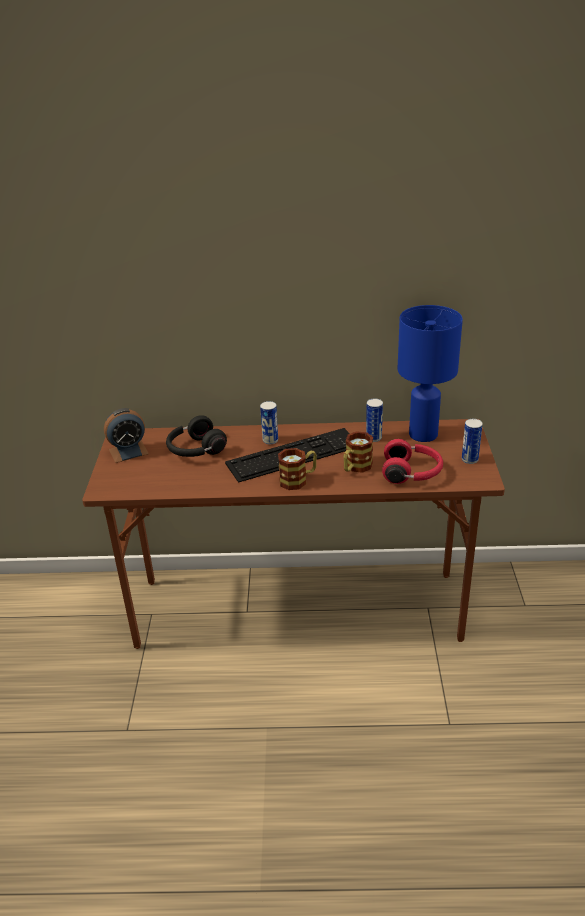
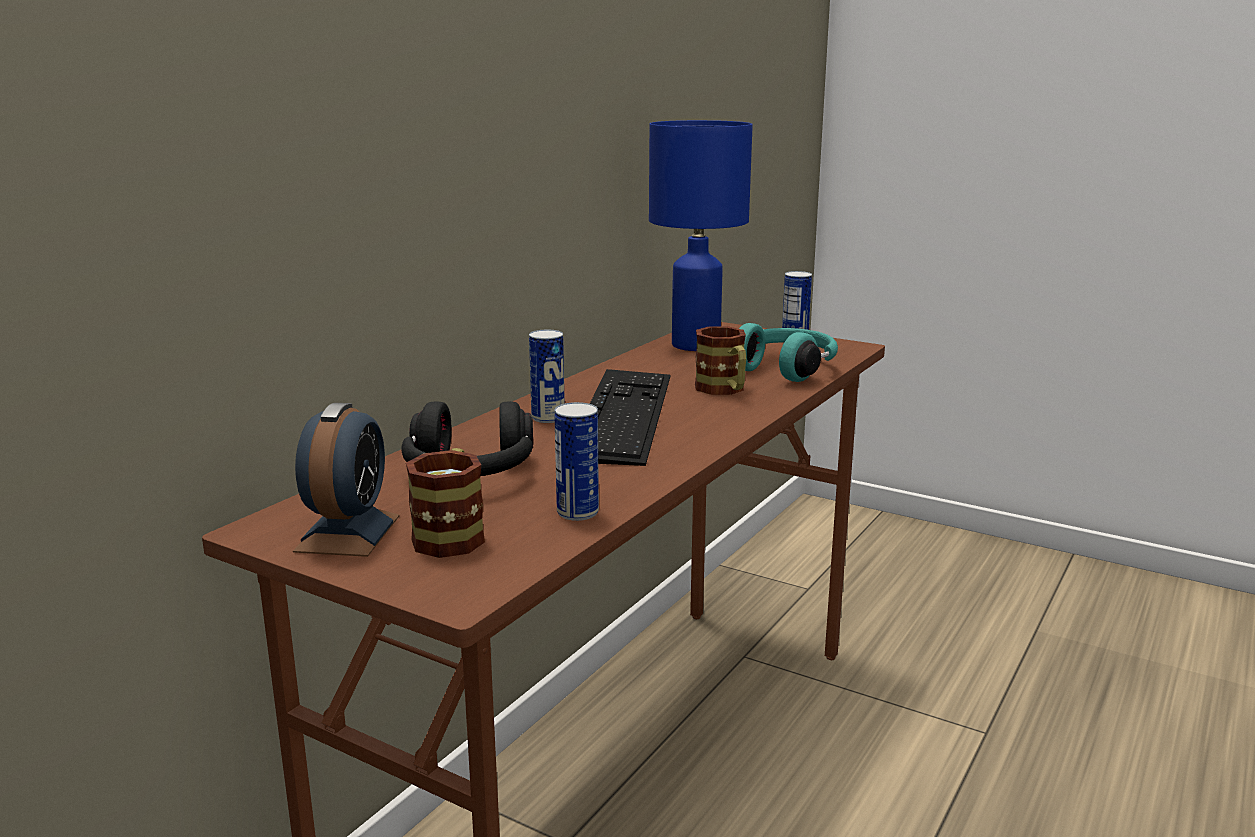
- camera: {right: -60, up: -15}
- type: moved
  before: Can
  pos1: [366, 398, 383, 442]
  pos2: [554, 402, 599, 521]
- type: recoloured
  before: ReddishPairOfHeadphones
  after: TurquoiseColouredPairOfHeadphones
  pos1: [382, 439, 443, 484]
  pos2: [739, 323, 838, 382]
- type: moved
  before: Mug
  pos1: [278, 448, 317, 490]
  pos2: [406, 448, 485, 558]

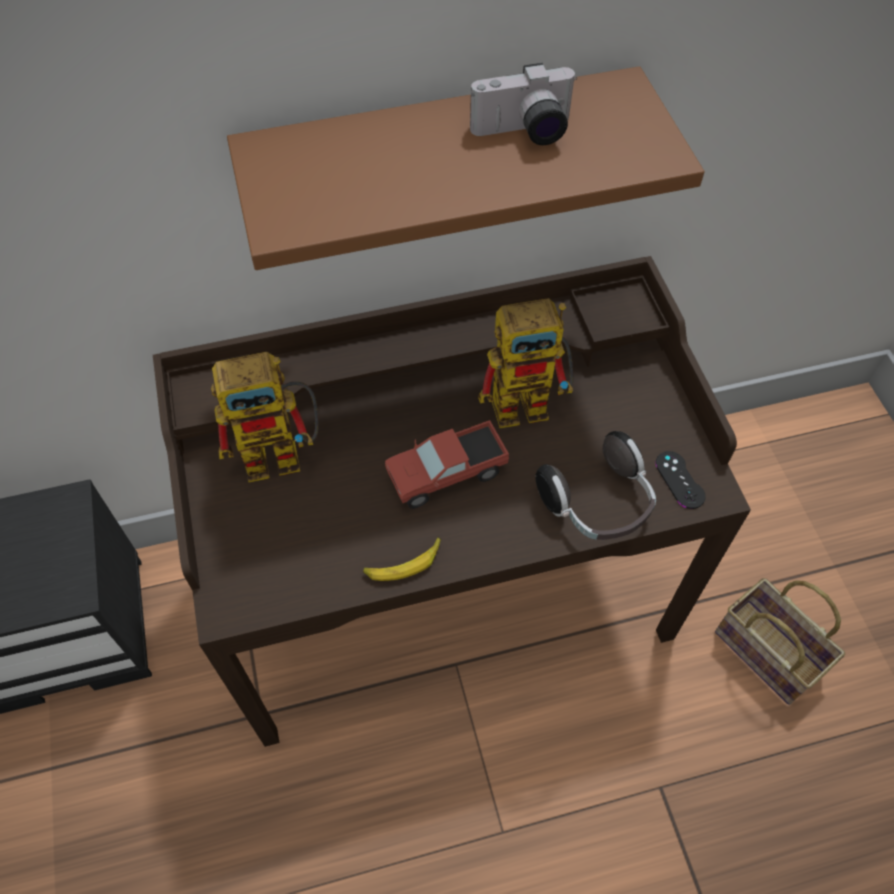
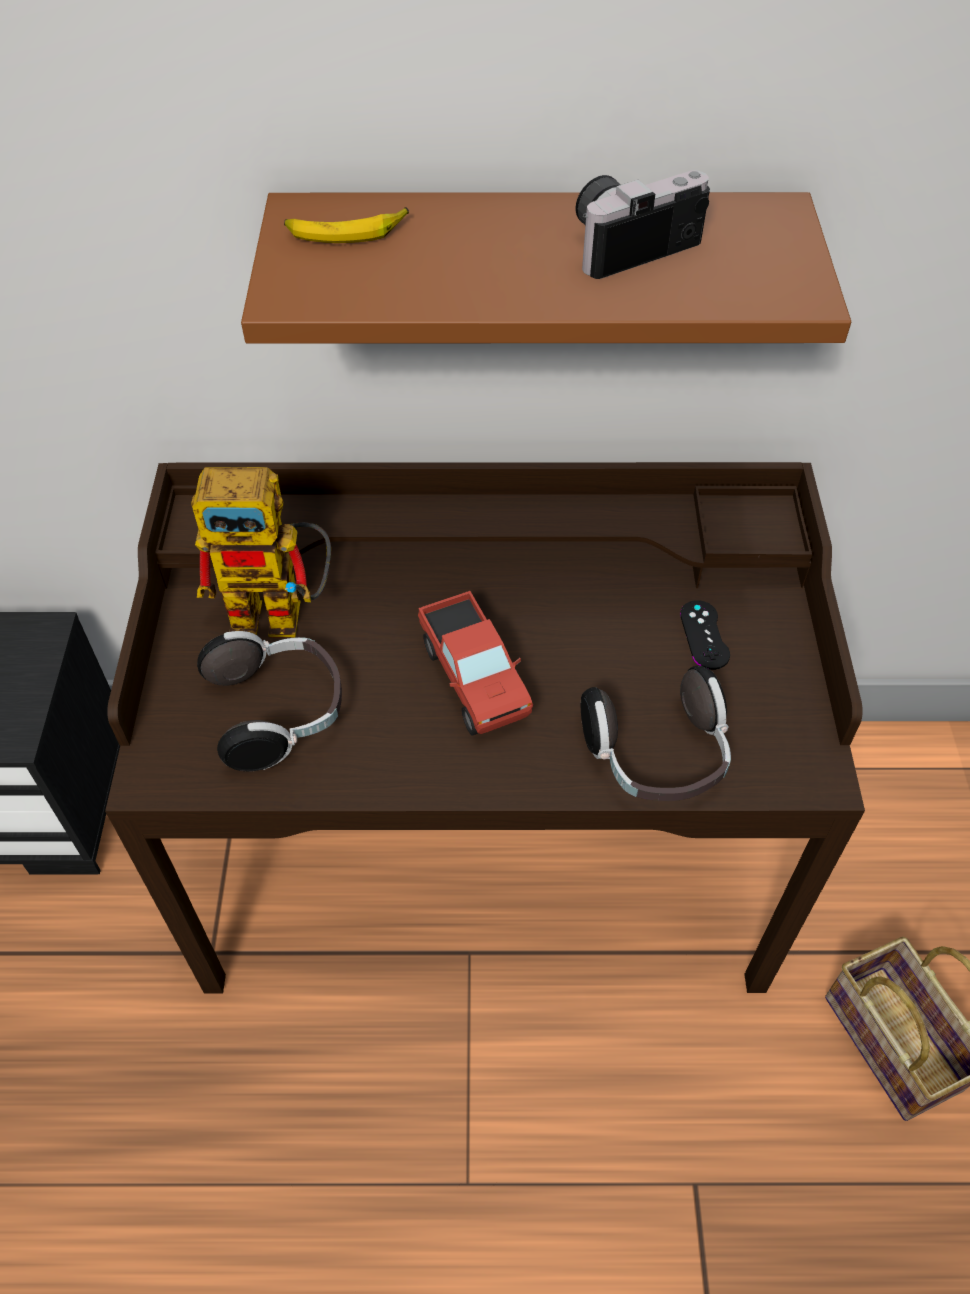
- camera: {right: 15, up: -5}
- type: turned
  before: StillCamera
  pos1: [470, 63, 577, 145]
  pos2: [576, 171, 710, 279]
  turn: 150
- type: removed
  before: ModelRobot
  pos1: [478, 298, 574, 428]
- type: turned
  before: ToyLorry
  pos1: [385, 420, 509, 509]
  pos2: [418, 591, 533, 736]
  turn: -105
- type: moved
  before: BlackishJoypad
  pos1: [656, 451, 706, 509]
  pos2: [680, 600, 730, 670]
- type: moved
  before: Banana
  pos1: [363, 537, 441, 581]
  pos2: [284, 207, 409, 243]
- type: added
  after: PairOfHeadphones
  pos2: [197, 631, 342, 772]

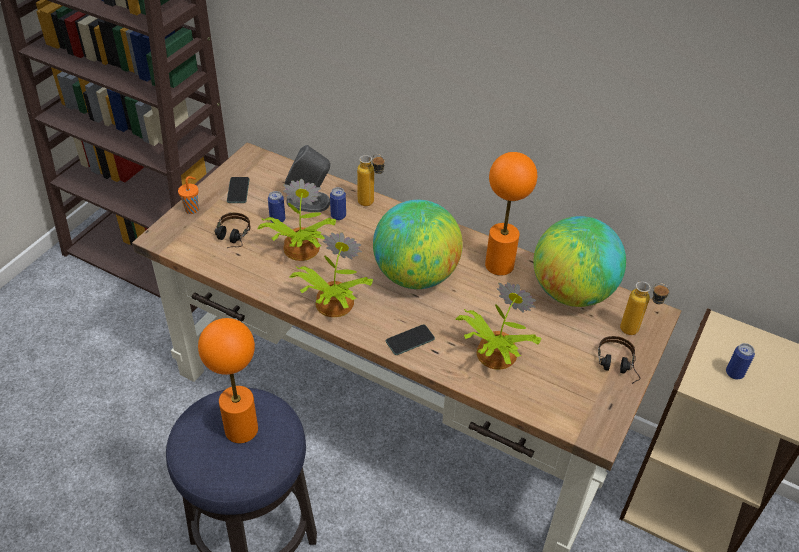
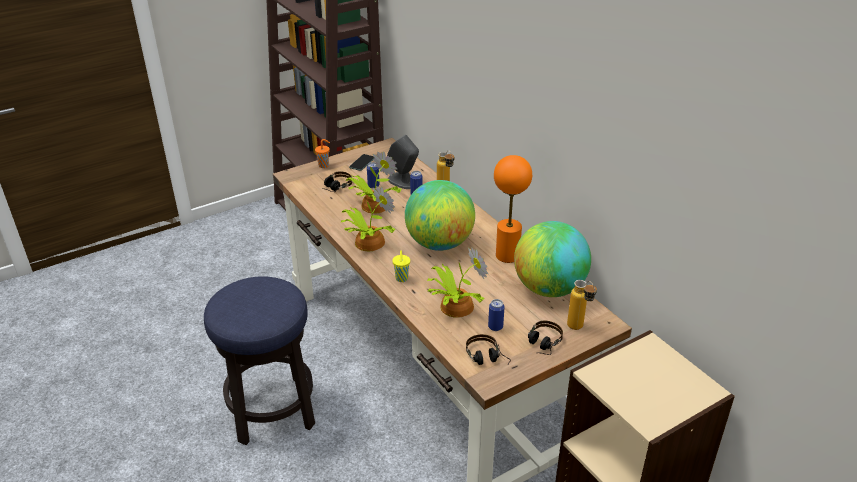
- camera: {right: 30, up: -10}
- type: removed
  before: OrangeyTableLamp
  pos1: [198, 318, 258, 443]
- type: replaced
  before: Handset
  after: YellowishDrinkingCup
  pos1: [386, 324, 435, 355]
  pos2: [392, 250, 410, 282]
- type: moved
  before: Can
  pos1: [726, 343, 755, 380]
  pos2: [488, 299, 505, 331]
- type: added
  after: PairOfHeadphones
  pos2: [466, 334, 511, 365]

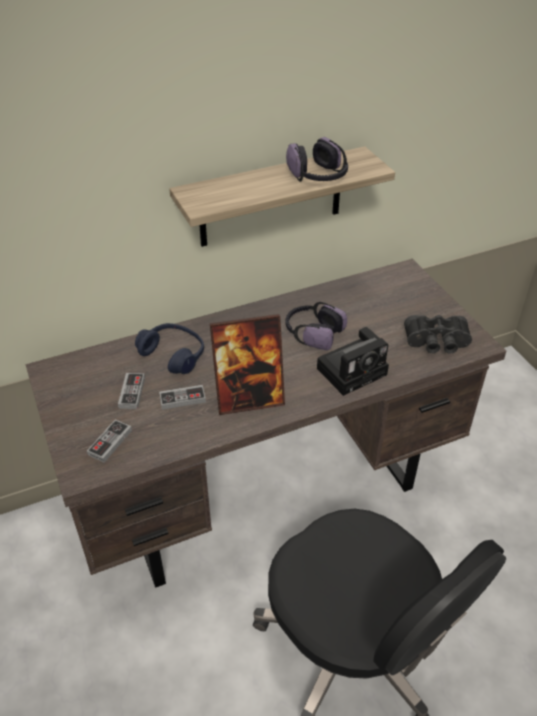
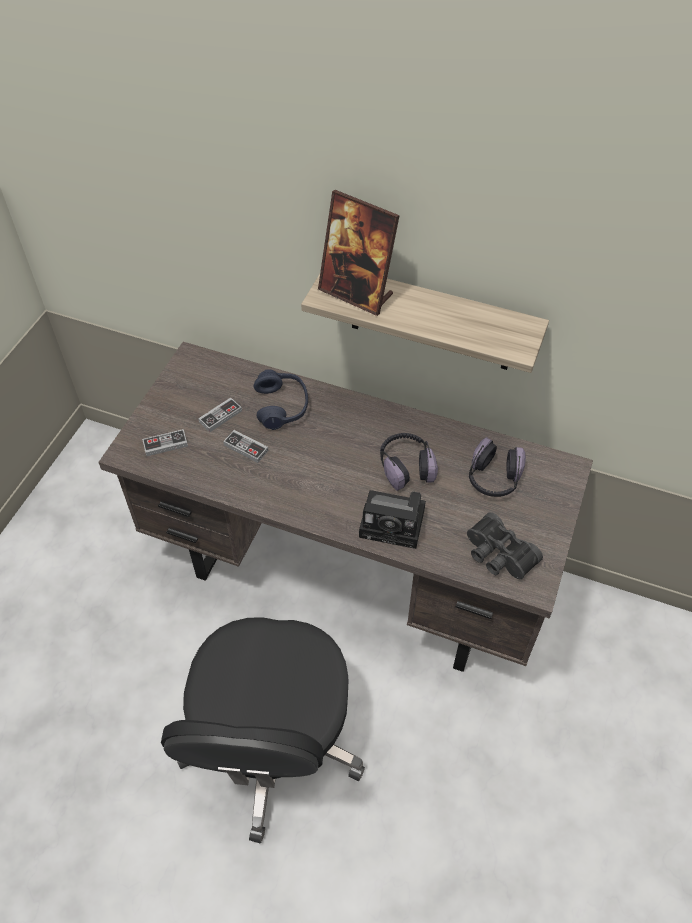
- camera: {right: 45, up: 10}
- type: moved
  before: PairOfHeadphones
  pos1: [286, 137, 348, 182]
  pos2: [469, 437, 526, 497]
- type: moved
  before: PhotoFrame
  pos1: [210, 314, 285, 415]
  pos2: [318, 190, 400, 316]

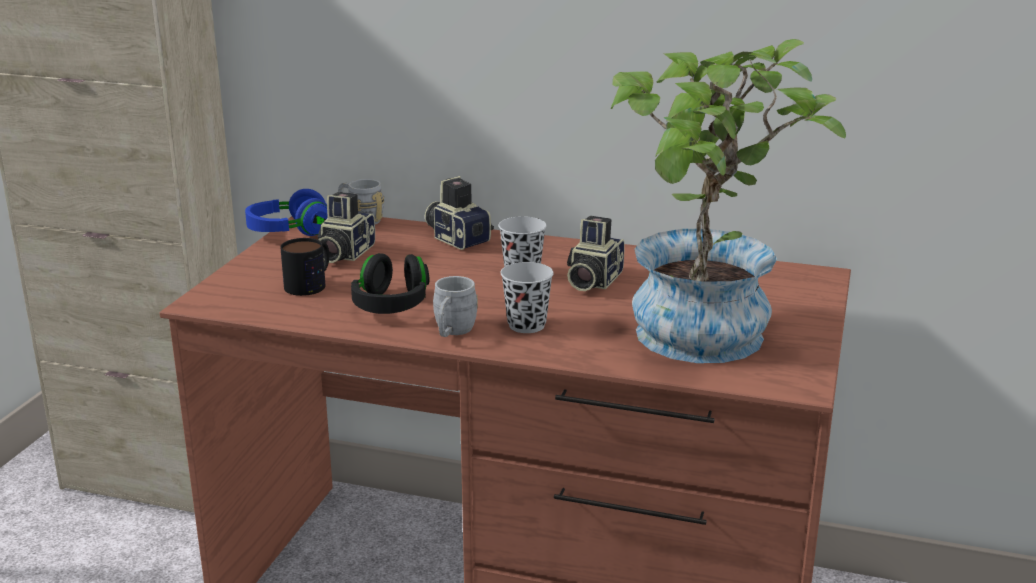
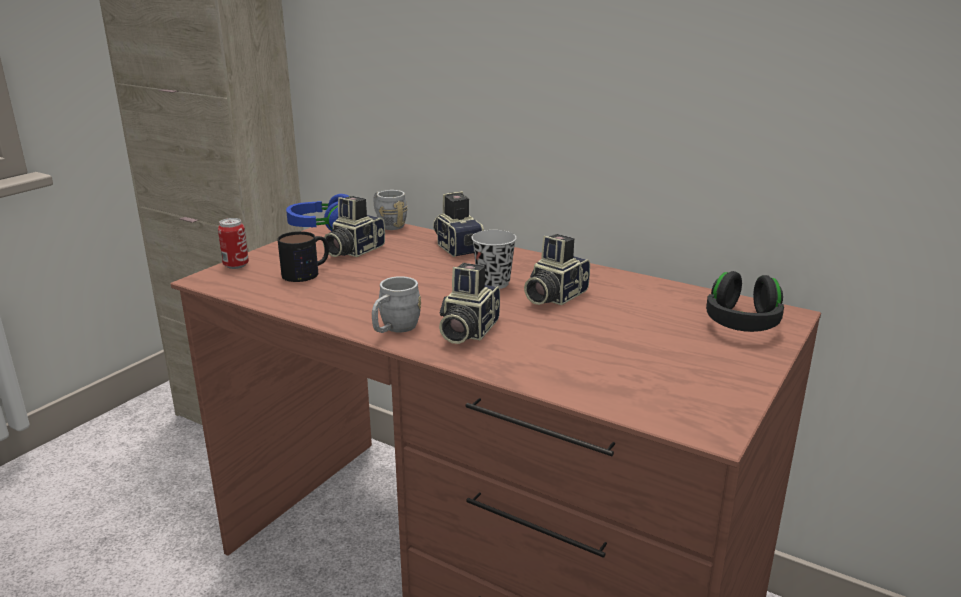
- camera: {right: 15, up: 0}
- type: removed
  before: PottedPlant
  pos1: [611, 39, 846, 363]
- type: moved
  before: BlackishPairOfHeadphones
  pos1: [351, 253, 429, 314]
  pos2: [706, 271, 784, 332]
- type: replaced
  before: BlackishDrinkingCup
  after: StillCamera
  pos1: [501, 262, 554, 333]
  pos2: [439, 263, 500, 344]
- type: added
  after: Can
  pos2: [218, 218, 249, 269]

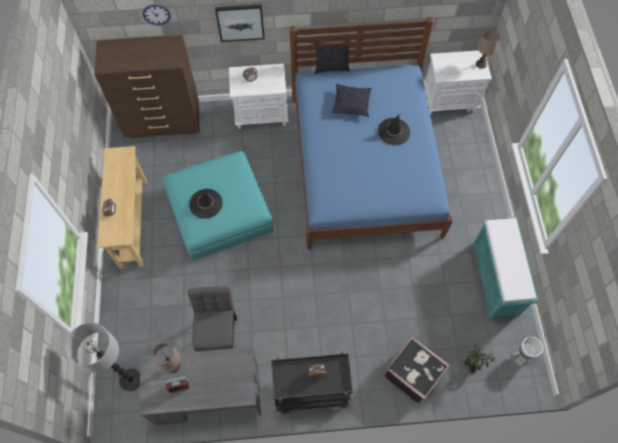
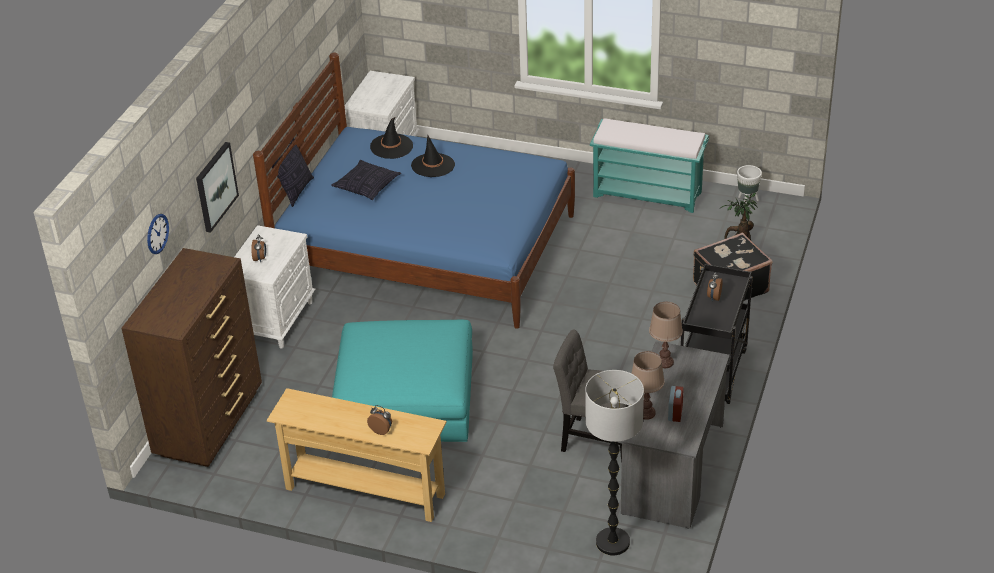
- camera: {right: -65, up: -25}
- type: moved
  before: BrownishTableLamp
  pos1: [476, 30, 500, 69]
  pos2: [649, 302, 683, 368]
- type: moved
  before: BlackishHat
  pos1: [189, 189, 223, 219]
  pos2: [370, 117, 413, 159]

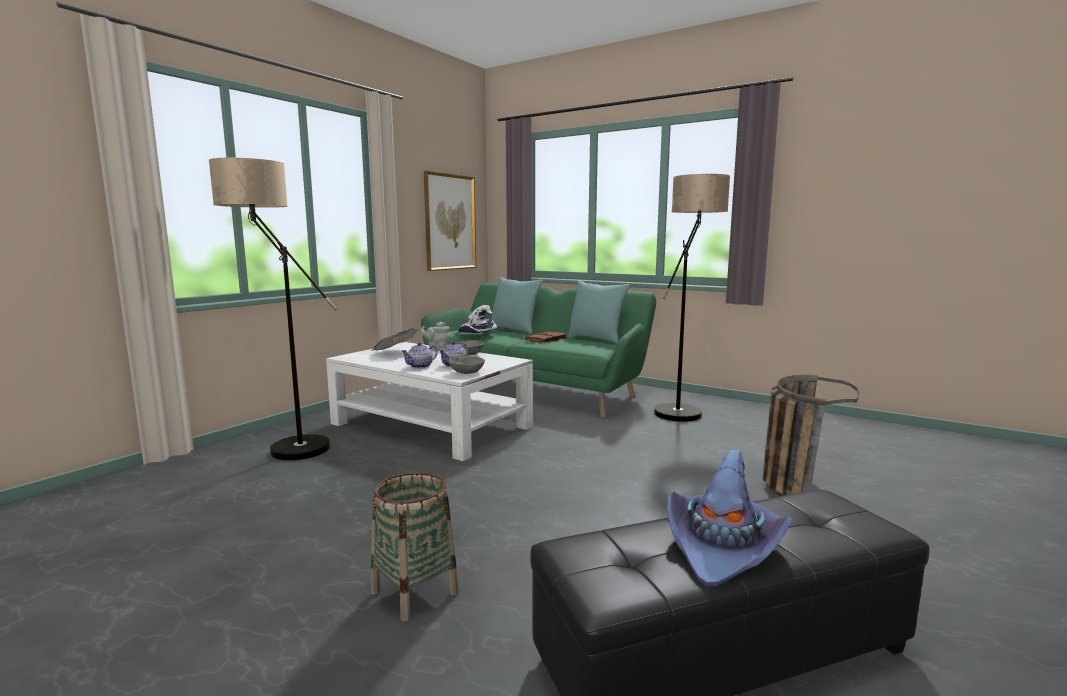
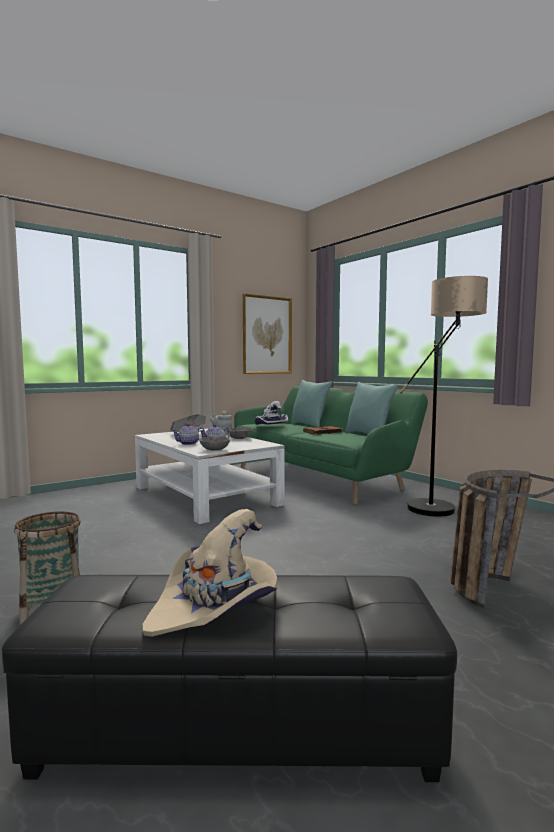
- camera: {right: 20, up: -5}
- type: removed
  before: FloorLamp
  pos1: [209, 158, 337, 460]
- type: recoloured
  before: PurpleHat
  after: BeigeColouredHat
  pos1: [667, 450, 792, 587]
  pos2: [143, 509, 277, 637]

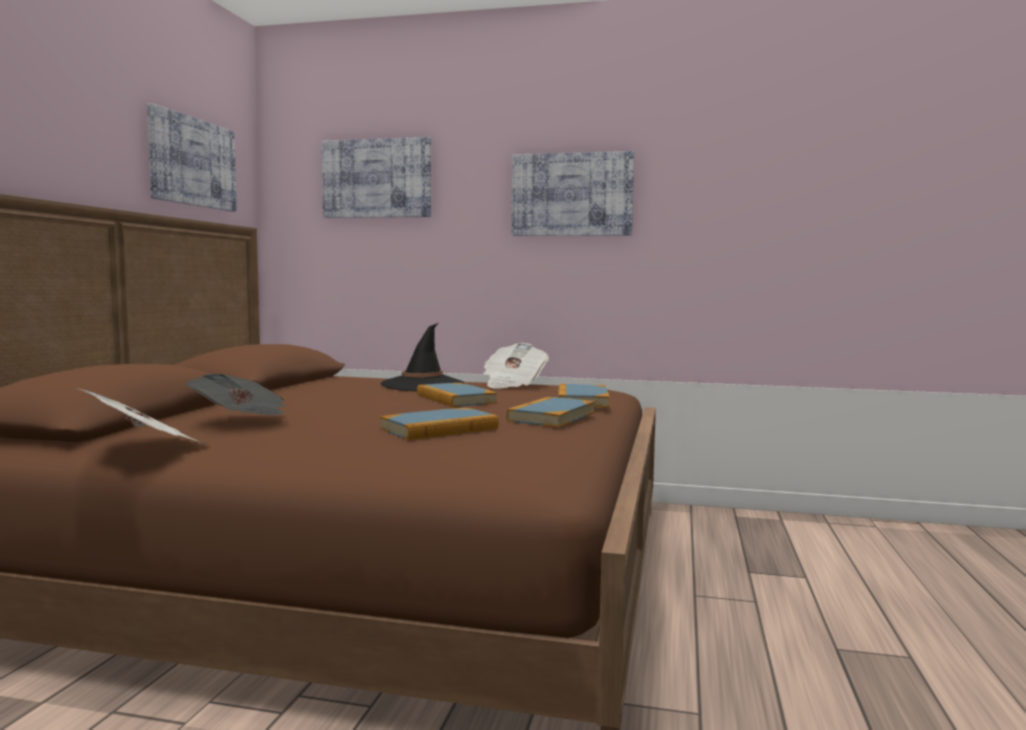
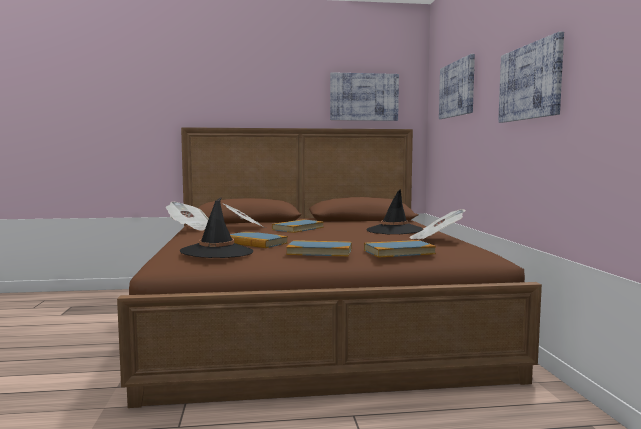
- camera: {right: 70, up: 0}
- type: moved
  before: Book
  pos1: [417, 383, 497, 407]
  pos2: [272, 219, 324, 233]
- type: added
  after: BlackishHat
  pos2: [180, 197, 253, 258]

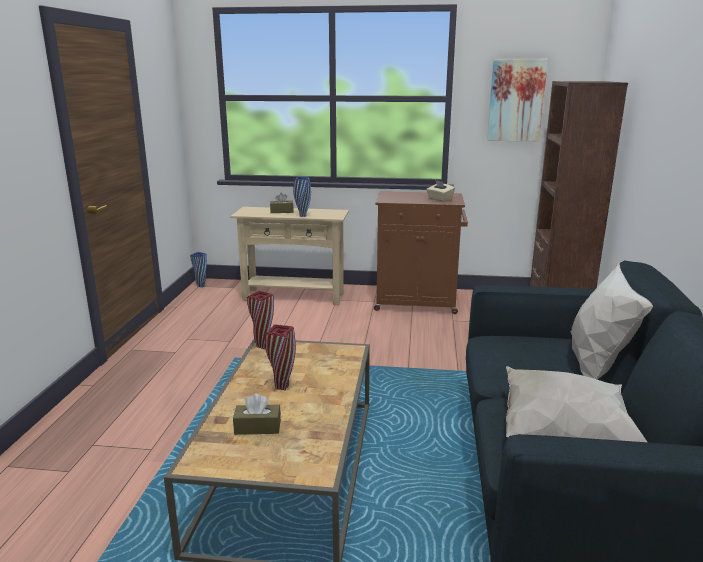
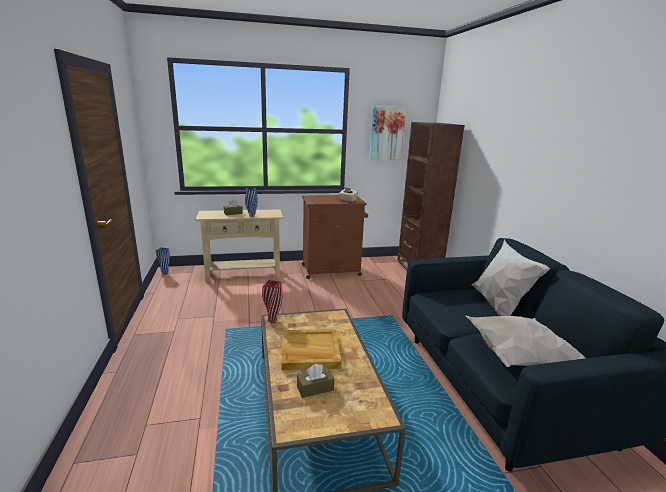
- camera: {right: -20, up: 0}
- type: replaced
  before: ReddishDecorativeVase
  after: BeigeColouredTray
  pos1: [265, 324, 296, 390]
  pos2: [281, 329, 342, 370]

